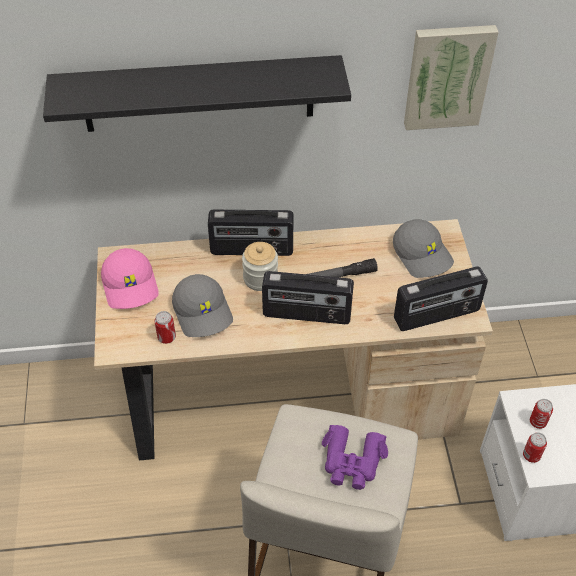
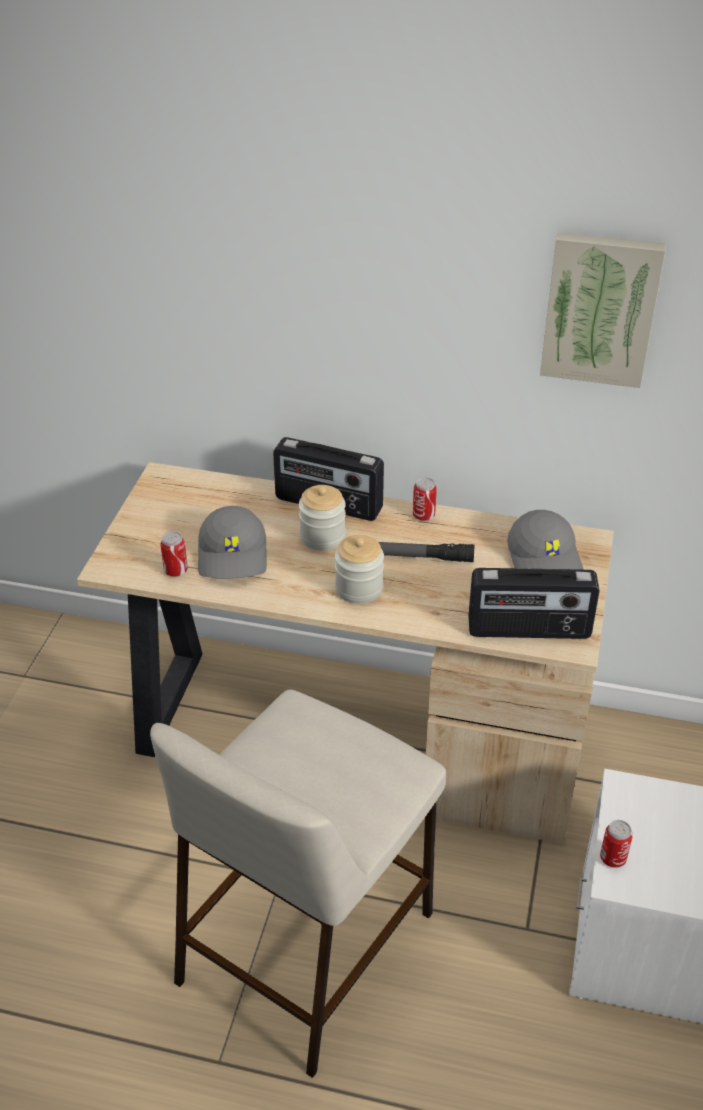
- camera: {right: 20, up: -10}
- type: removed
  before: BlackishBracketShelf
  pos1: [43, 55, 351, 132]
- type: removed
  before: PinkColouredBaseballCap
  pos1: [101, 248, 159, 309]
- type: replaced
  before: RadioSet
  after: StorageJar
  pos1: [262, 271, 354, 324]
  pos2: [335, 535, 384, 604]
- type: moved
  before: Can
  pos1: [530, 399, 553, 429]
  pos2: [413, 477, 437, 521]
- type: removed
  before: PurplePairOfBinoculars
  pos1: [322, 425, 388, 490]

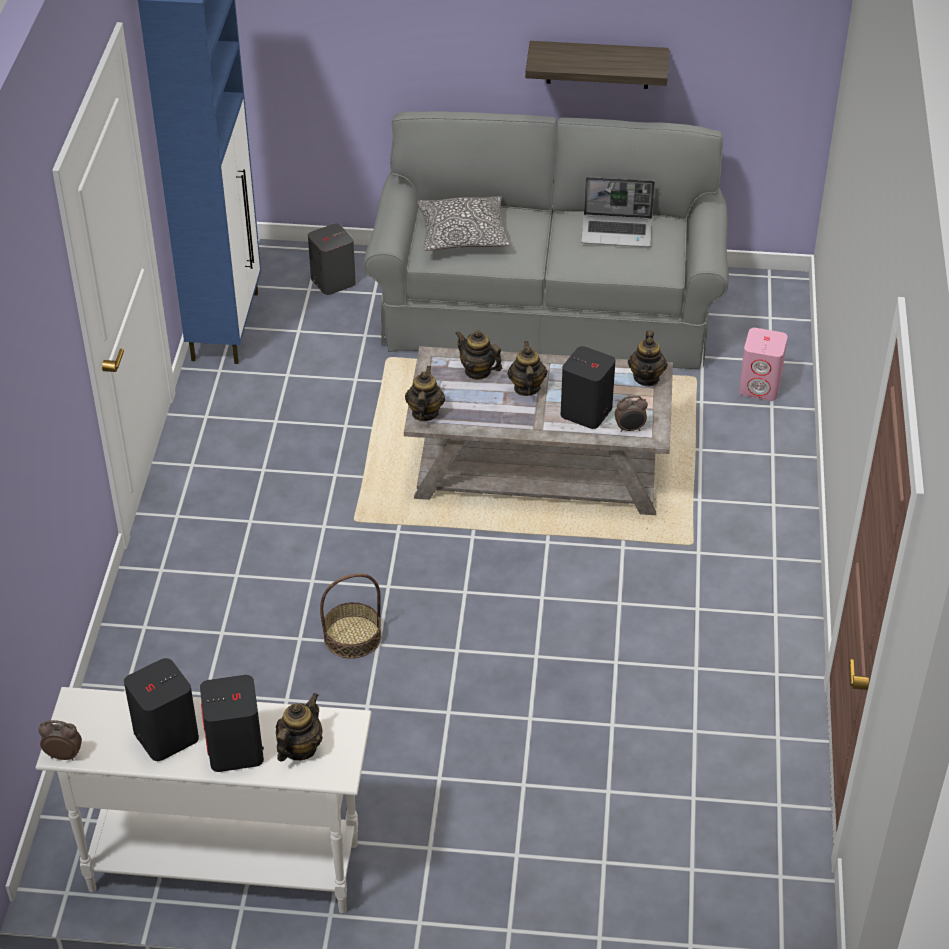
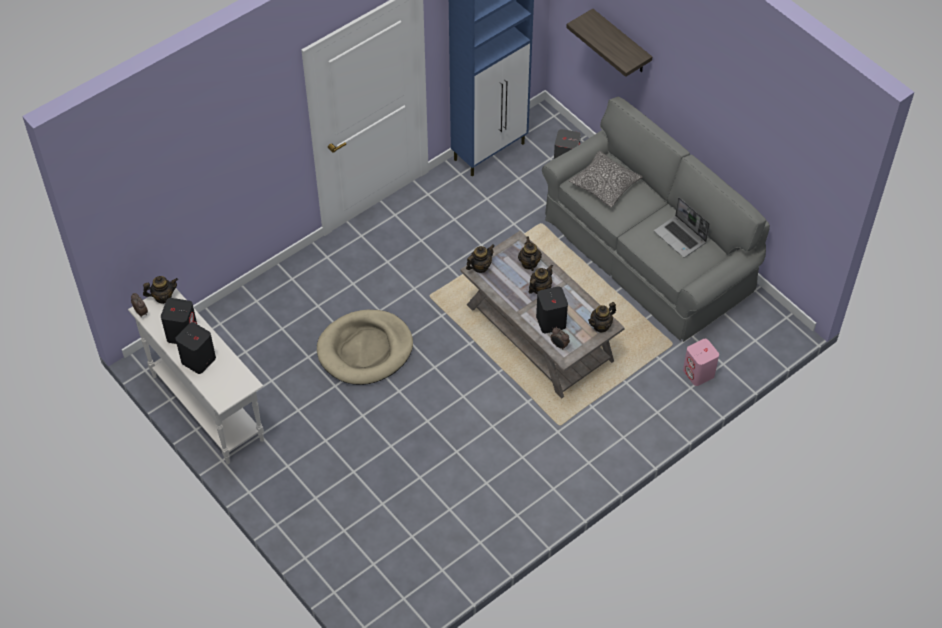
- camera: {right: 45, up: 10}
- type: moved
  before: BracketShelf
  pos1: [525, 41, 669, 89]
  pos2: [566, 8, 652, 77]
- type: replaced
  before: HouseholdBasket
  after: BeigeColouredPetBed
  pos1: [320, 573, 382, 659]
  pos2: [317, 310, 413, 385]
- type: moved
  before: PotForTea
  pos1: [276, 693, 323, 761]
  pos2: [143, 276, 178, 304]

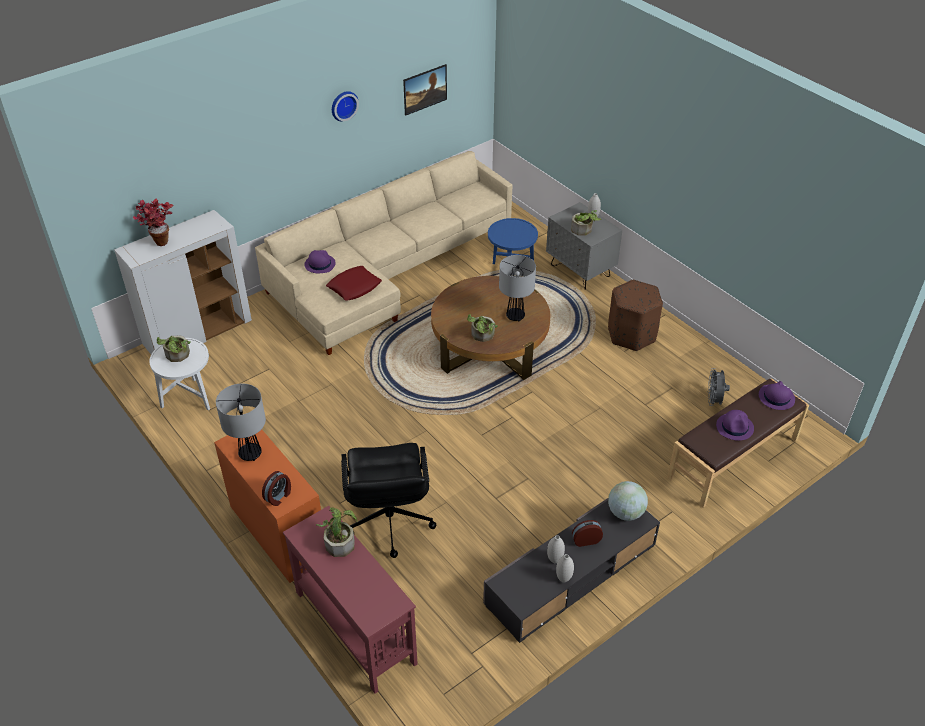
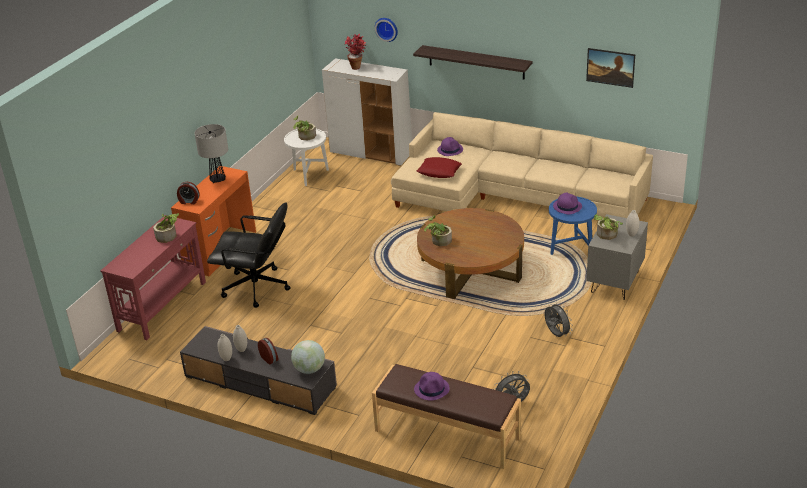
- camera: {right: 65, up: -10}
- type: moved
  before: ClockOnTheWall
  pos1: [332, 91, 359, 121]
  pos2: [375, 18, 398, 42]
- type: removed
  before: TableLamp
  pos1: [499, 255, 536, 322]
- type: replaced
  before: BrownishOttoman
  after: GrayFan
  pos1: [608, 280, 663, 351]
  pos2: [544, 303, 573, 337]
- type: moved
  before: PurpleHat
  pos1: [759, 381, 795, 410]
  pos2: [553, 193, 582, 215]
- type: turned
  before: BlackishComputerChair
  pos1: [341, 443, 436, 558]
  pos2: [207, 202, 291, 308]
  turn: -135
- type: added
  after: BracketShelf
  pos2: [413, 45, 532, 80]

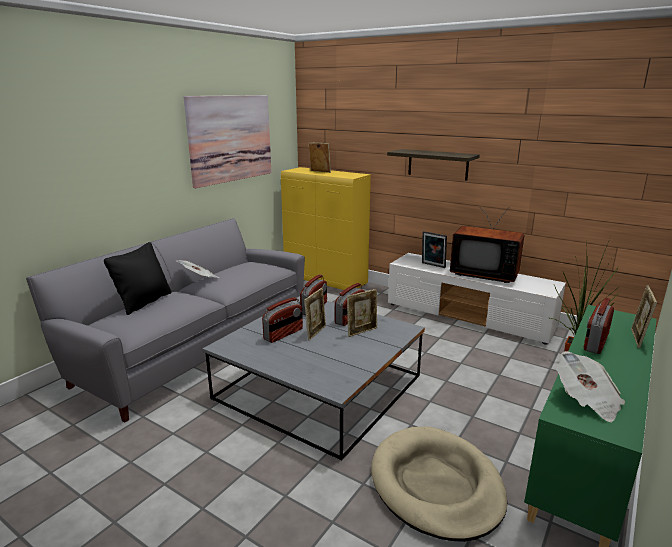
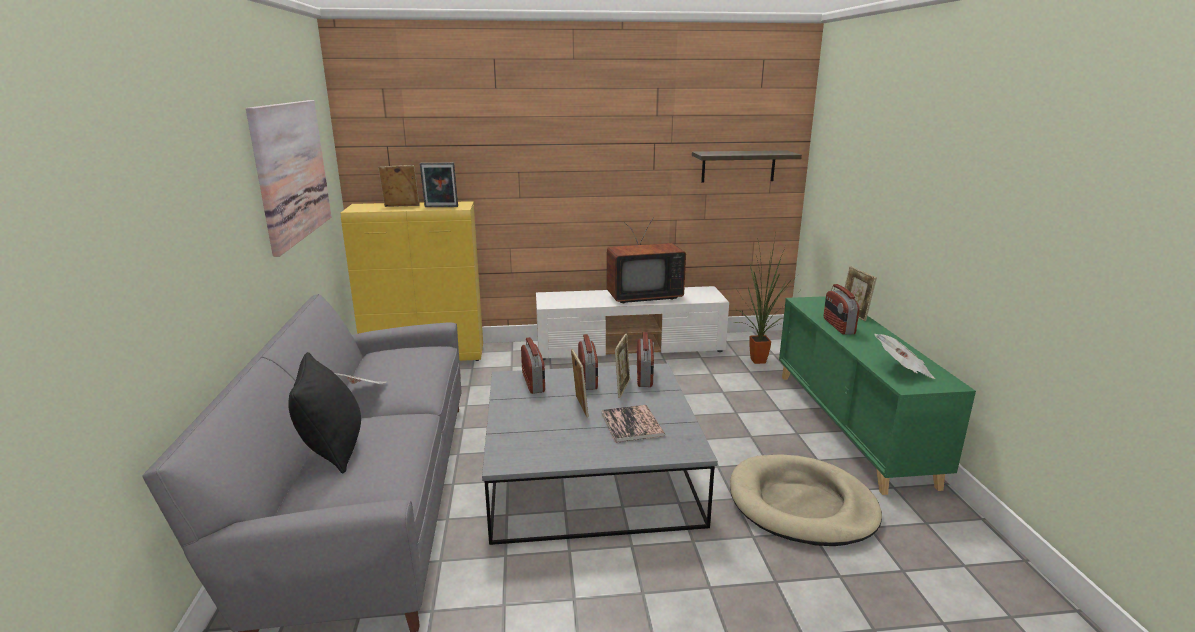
- camera: {right: -40, up: 0}
- type: moved
  before: BracketShelf
  pos1: [387, 149, 480, 181]
  pos2: [692, 150, 802, 183]
- type: moved
  before: PhotoFrame
  pos1: [422, 231, 447, 268]
  pos2: [420, 163, 458, 207]
- type: moved
  before: RadioSet
  pos1: [262, 297, 303, 343]
  pos2: [637, 332, 654, 387]
- type: added
  after: Book
  pos2: [601, 405, 665, 443]

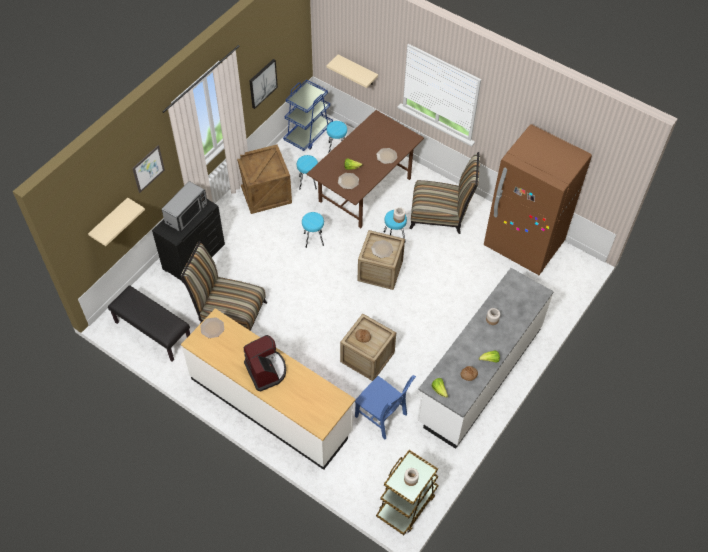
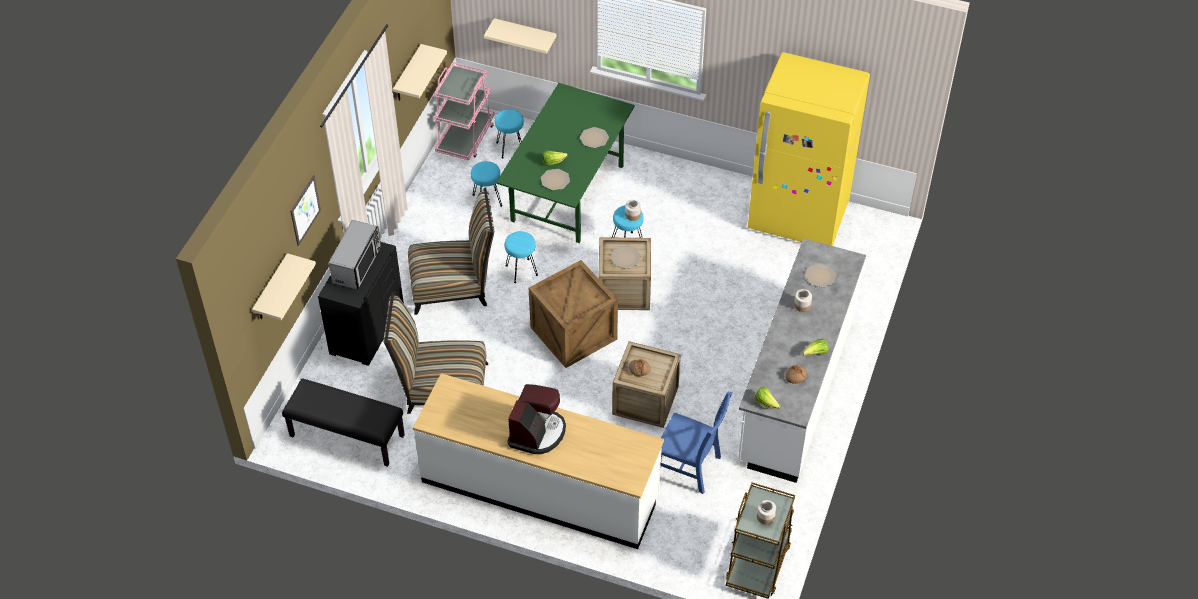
- camera: {right: -15, up: -5}
- type: replaced
  before: WallPicture
  after: BeigeColouredBracketShelf
  pos1: [249, 59, 278, 109]
  pos2: [393, 44, 447, 101]
- type: recoloured
  before: BlueColouredTrolley
  after: PinkColouredTrolley
  pos1: [283, 79, 333, 151]
  pos2: [434, 62, 494, 160]
- type: recoloured
  before: BrownishDiningTable
  after: GreenishDiningTable
  pos1: [307, 110, 424, 228]
  pos2: [496, 83, 635, 243]
- type: recoloured
  before: BrownishFridge
  after: YellowishFridge
  pos1: [484, 124, 592, 275]
  pos2: [748, 52, 870, 246]
- type: moved
  before: ShippingCrate
  pos1: [237, 144, 292, 214]
  pos2: [529, 260, 618, 368]
- type: moved
  before: UprightChair
  pos1: [409, 152, 480, 234]
  pos2: [408, 187, 494, 315]
- type: moved
  before: Plate
  pos1: [200, 317, 224, 338]
  pos2: [805, 263, 836, 288]
- type: turned
  before: CoffeeBrewer
  pos1: [244, 335, 286, 392]
  pos2: [507, 384, 566, 454]
  turn: 60

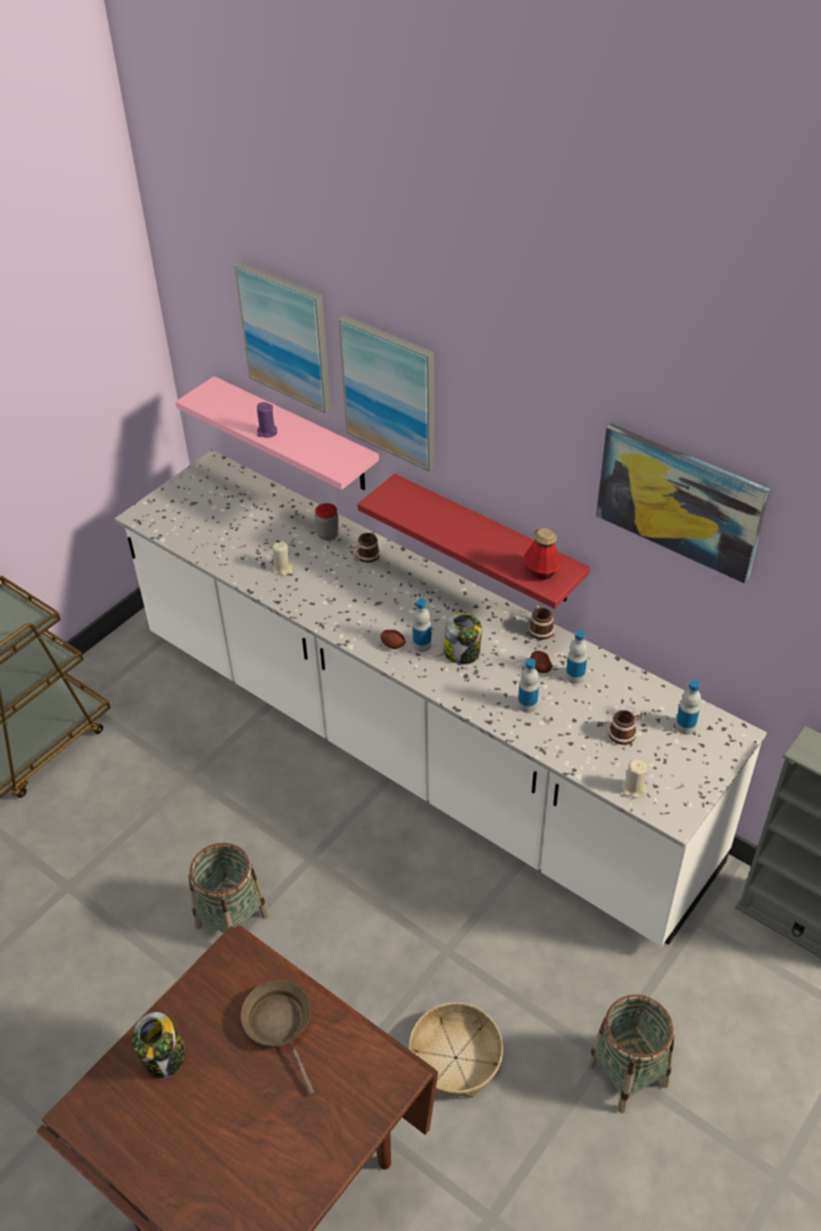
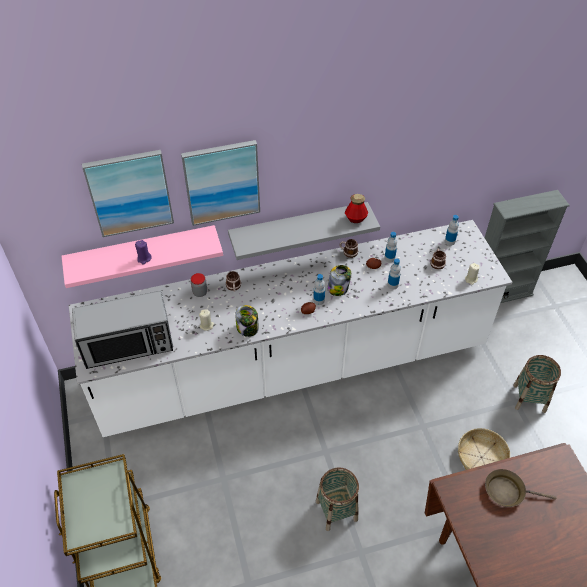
- camera: {right: -55, up: 5}
- type: removed
  before: WallPicture
  pos1: [596, 424, 770, 584]
- type: recoloured
  before: ReddishBracketShelf
  after: GrayBracketShelf
  pos1: [358, 474, 590, 609]
  pos2: [228, 202, 380, 260]
- type: moved
  before: StorageJar
  pos1: [132, 1012, 185, 1079]
  pos2: [235, 305, 259, 337]
- type: added
  after: KitchenMicrowave
  pos2: [72, 291, 173, 369]

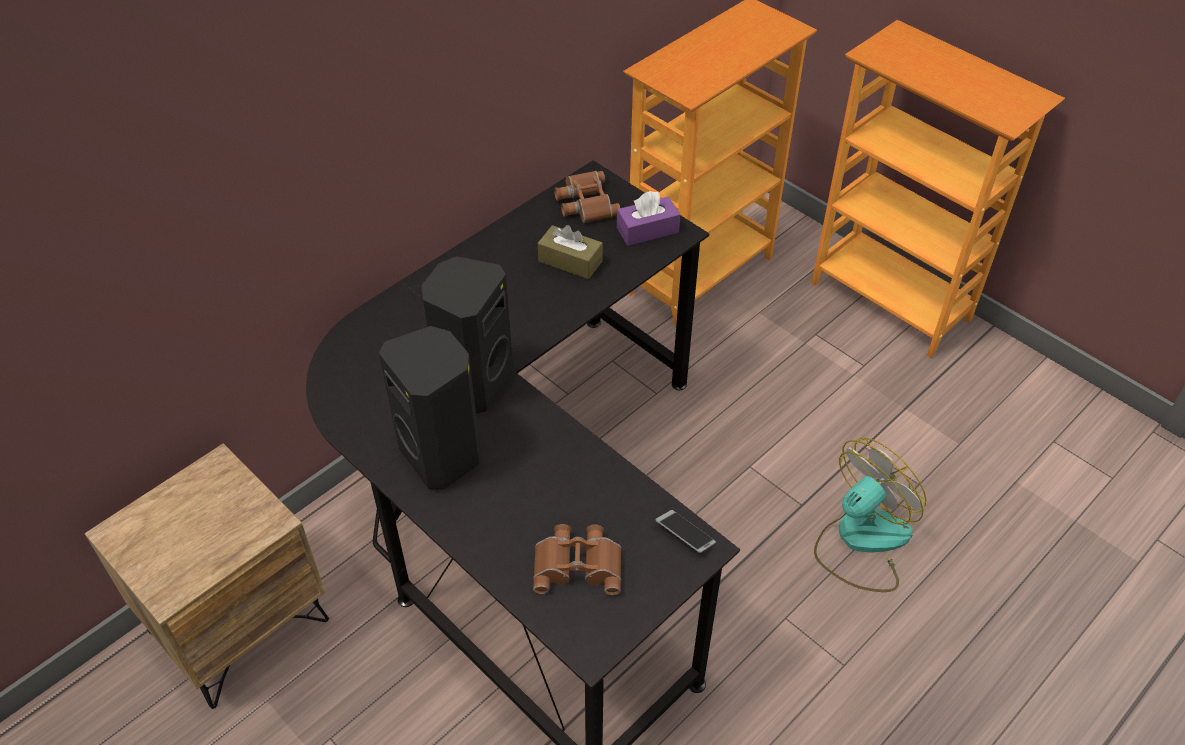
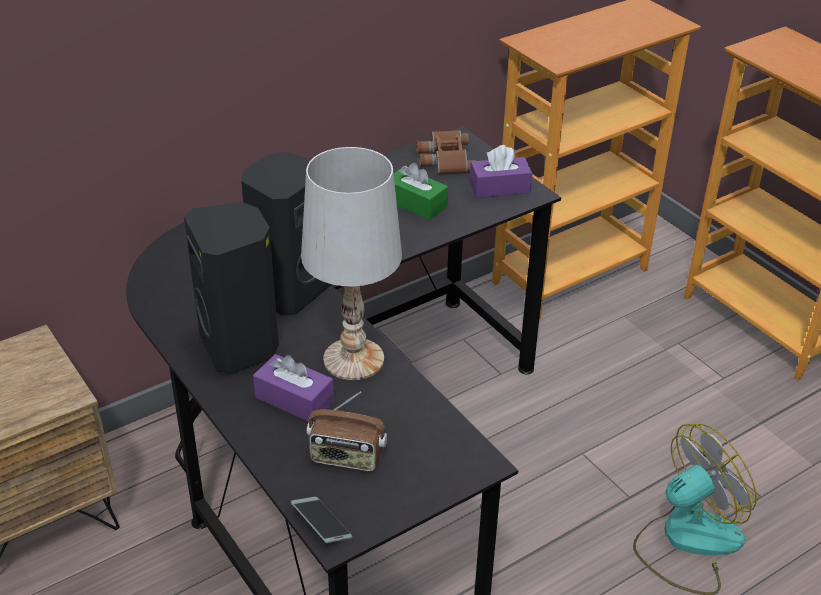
- camera: {right: 10, up: -10}
- type: recoloured
  before: BrownishBoxOfTissues
  after: GreenishBoxOfTissues
  pos1: [538, 225, 603, 279]
  pos2: [394, 163, 448, 220]
- type: moved
  before: Handset
  pos1: [656, 510, 716, 553]
  pos2: [291, 497, 352, 543]
- type: replaced
  before: BrownishPairOfBinoculars
  after: RadioSet
  pos1: [533, 524, 621, 595]
  pos2: [307, 391, 387, 472]
- type: added
  after: WhitishTableLamp
  pos2: [301, 147, 402, 380]
- type: added
  after: PurpleBoxOfTissues
  pos2: [253, 354, 334, 422]

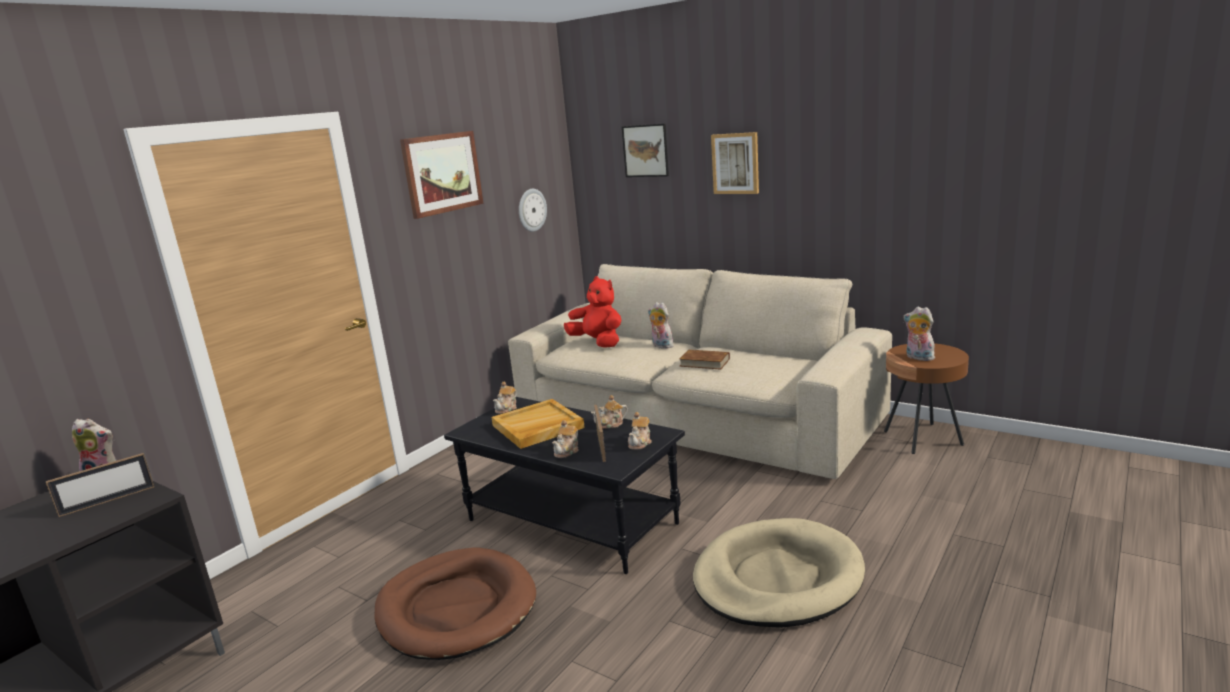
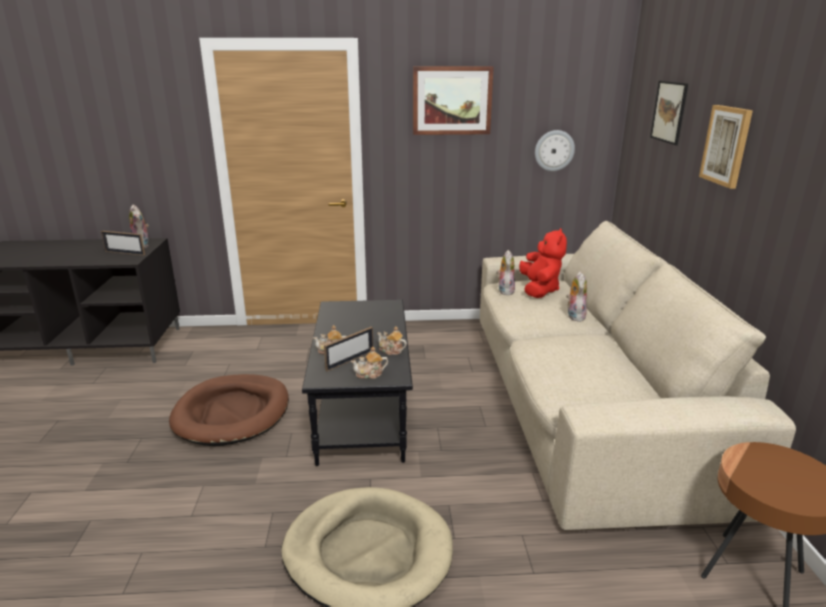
- camera: {right: 50, up: 5}
- type: moved
  before: PlushToy
  pos1: [903, 307, 935, 361]
  pos2: [496, 250, 515, 295]
- type: removed
  before: BrownishBook
  pos1: [679, 349, 730, 369]
- type: removed
  before: PotForTea
  pos1: [493, 382, 517, 414]
- type: removed
  before: BeigeColouredTray
  pos1: [491, 399, 585, 449]

